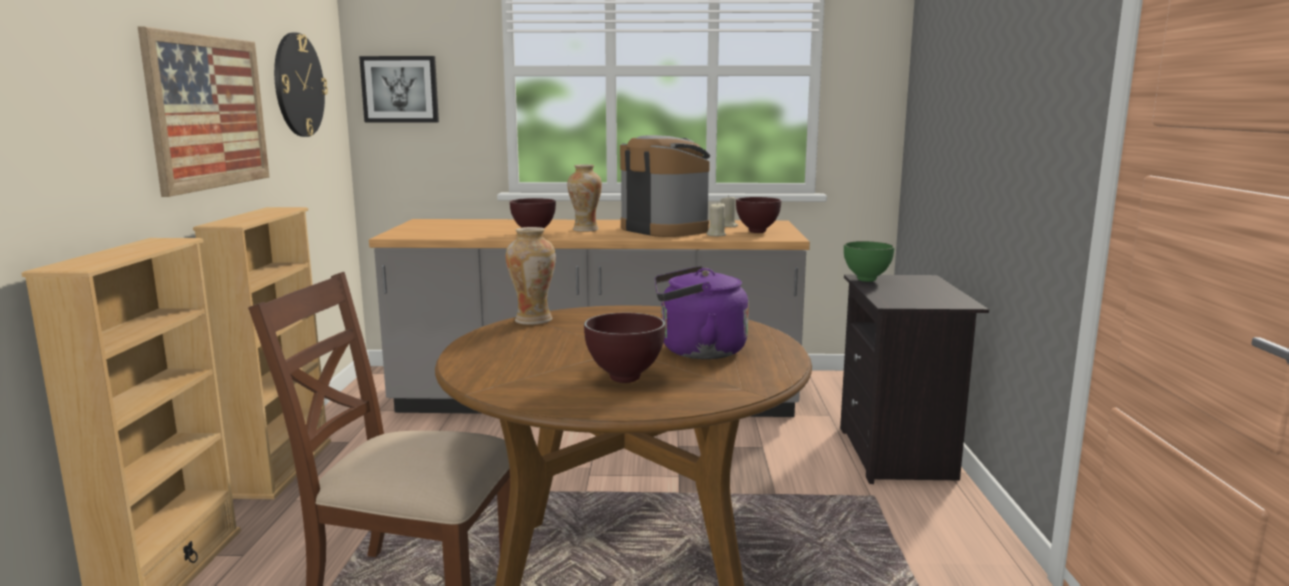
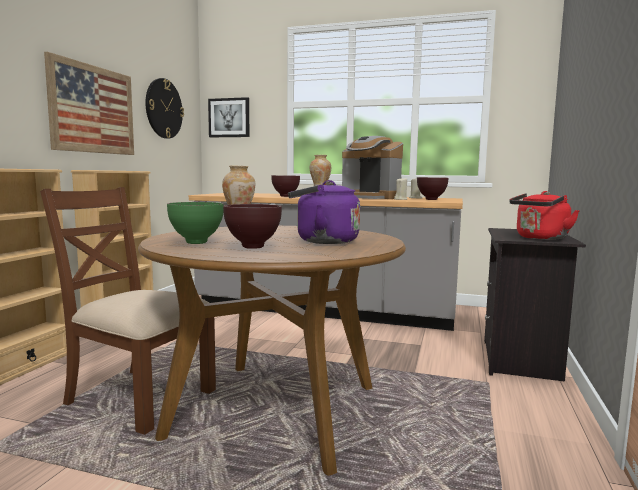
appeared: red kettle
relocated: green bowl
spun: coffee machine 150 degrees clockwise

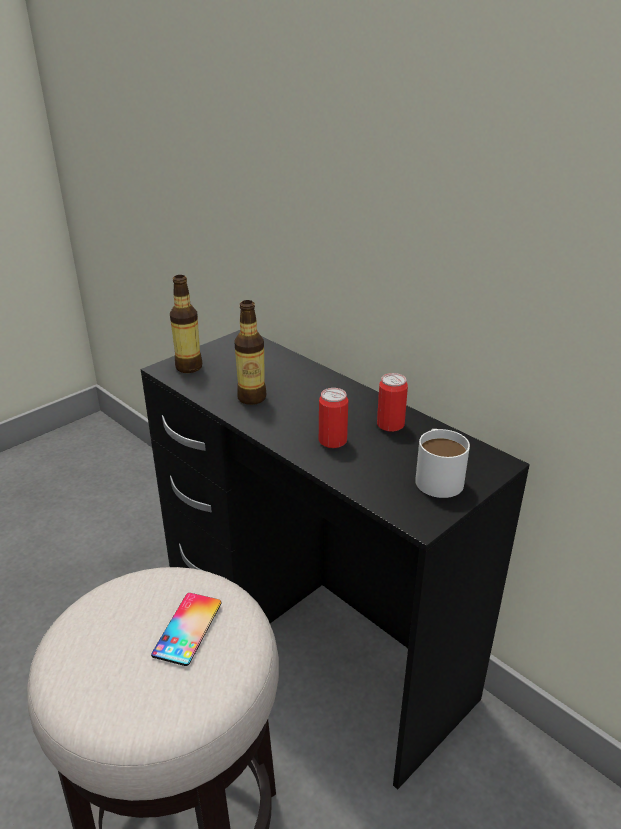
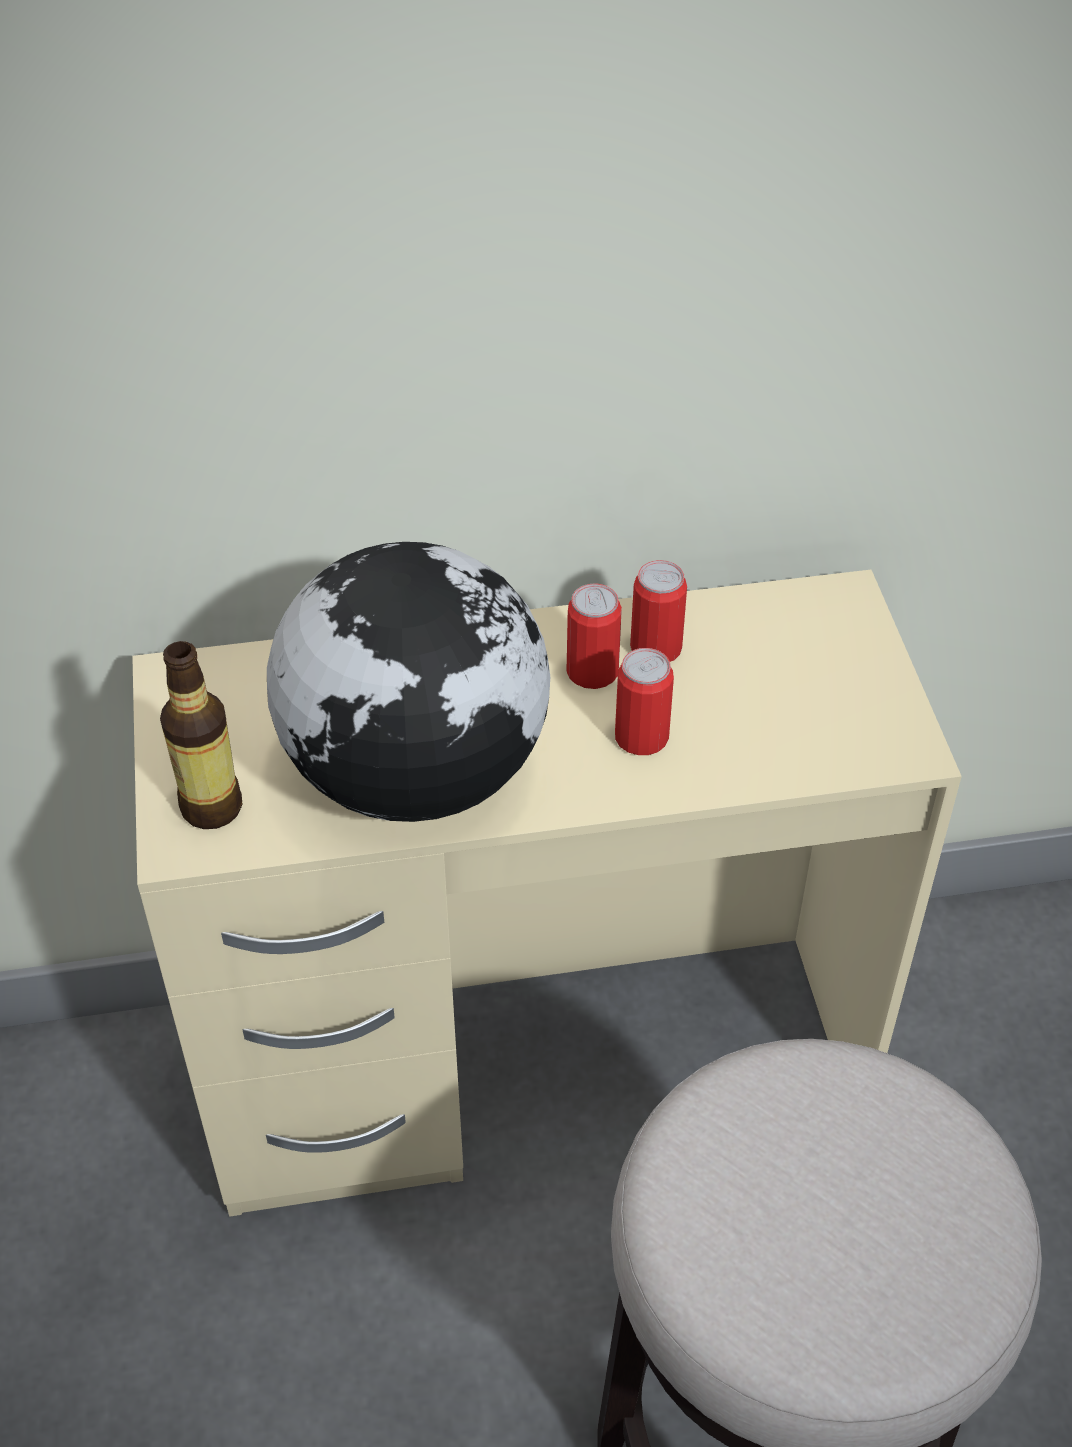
missing: phone; white mug
appeared: can (no. 1 from left)
exchanged: bottle (no. 2 from left) to globe
colour: black desk to beige desk

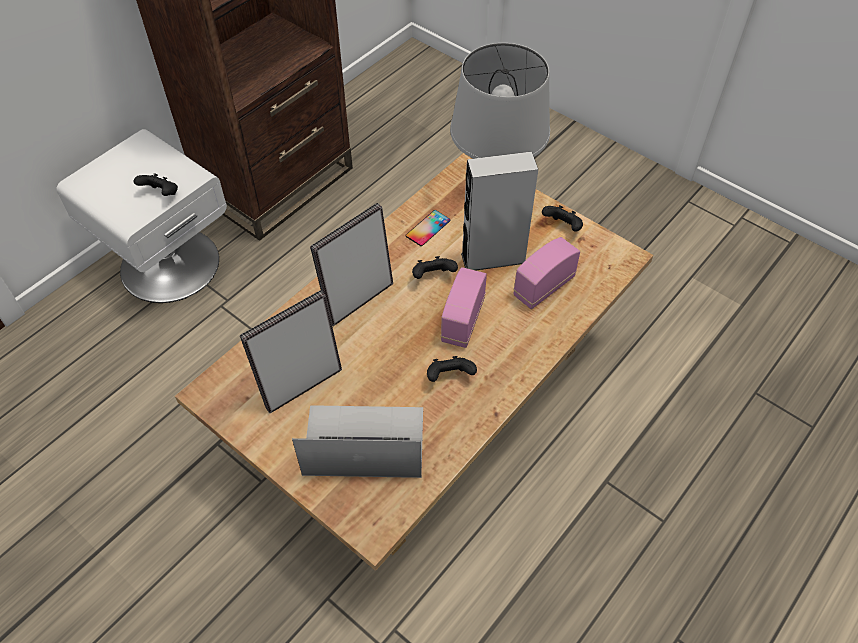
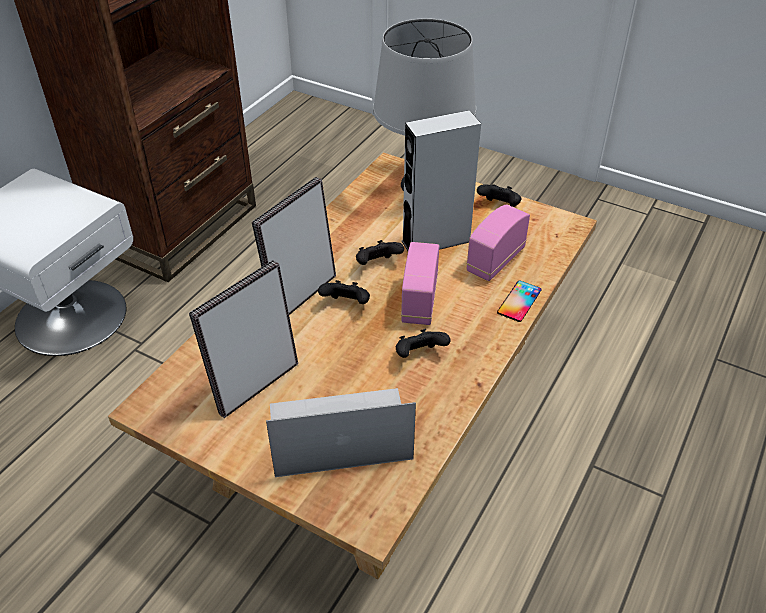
relocated: black game controller (no. 1 from left); phone

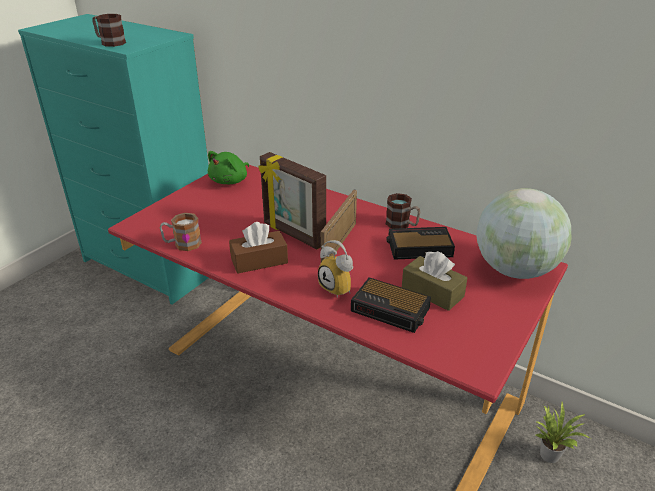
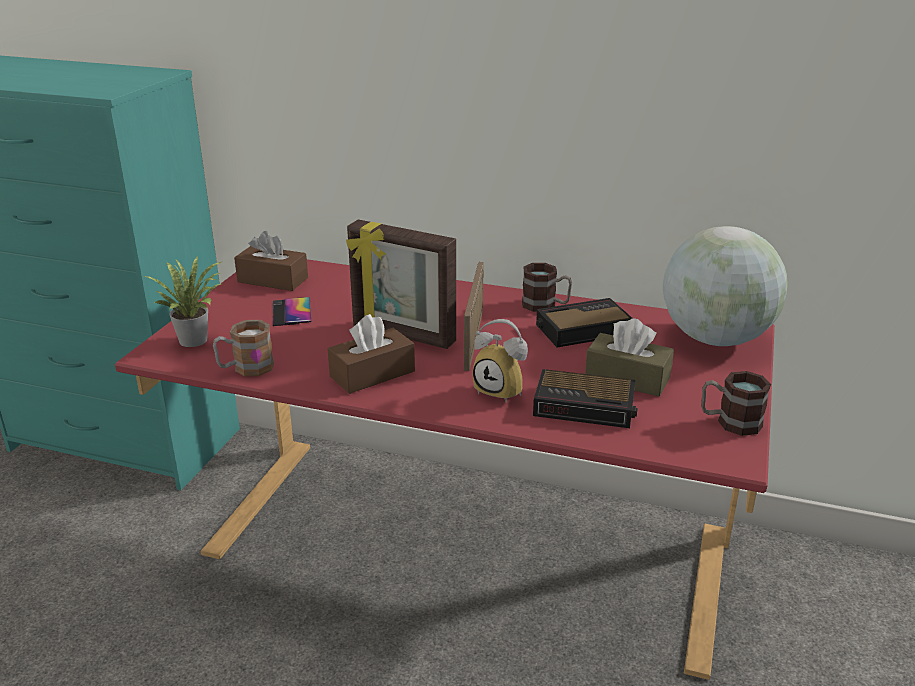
appeared: phone
relocated: mug (no. 1 from left in the first image) to mug (no. 3 from left); potted plant
exchanged: green plush toy to brown tissue box (no. 1 from left)

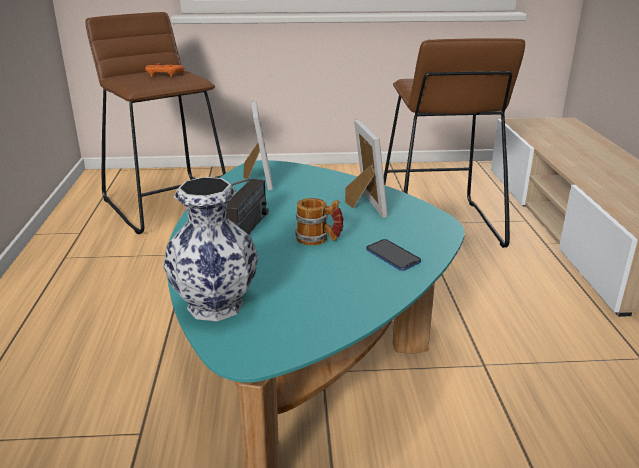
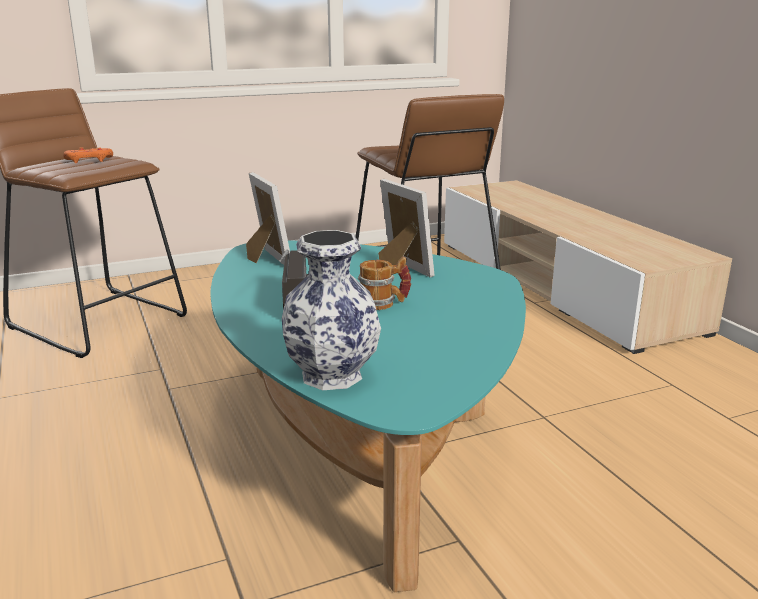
missing: phone

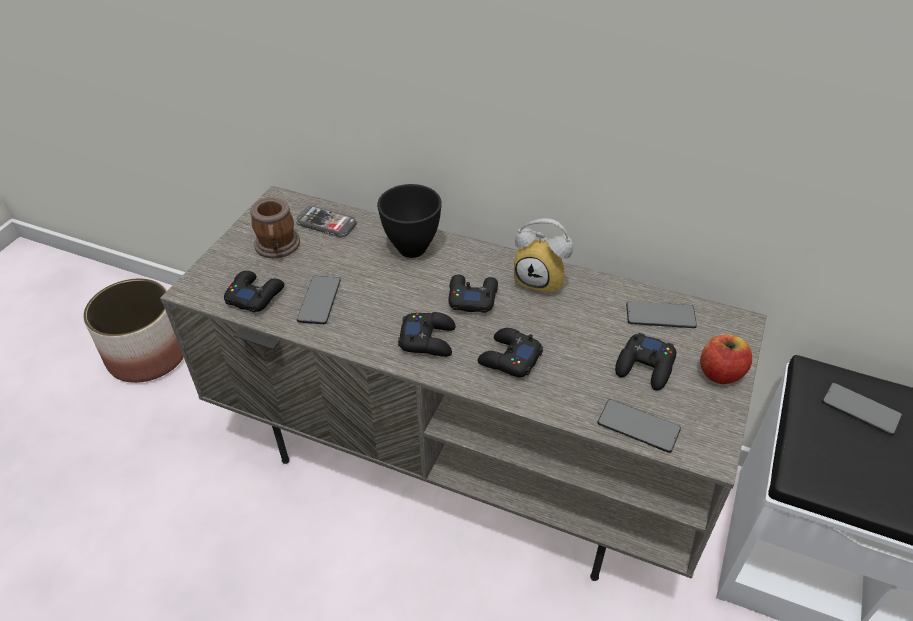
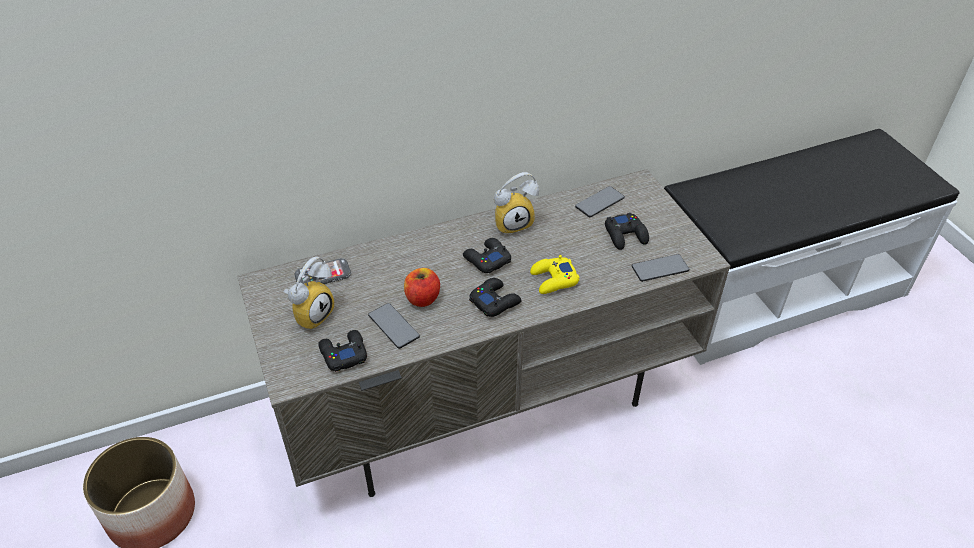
missing: black bowl; phone (no. 5 from left)
relocated: apple
exchanged: mug to alarm clock (no. 1 from left)
colour: black game controller (no. 4 from left) to yellow game controller

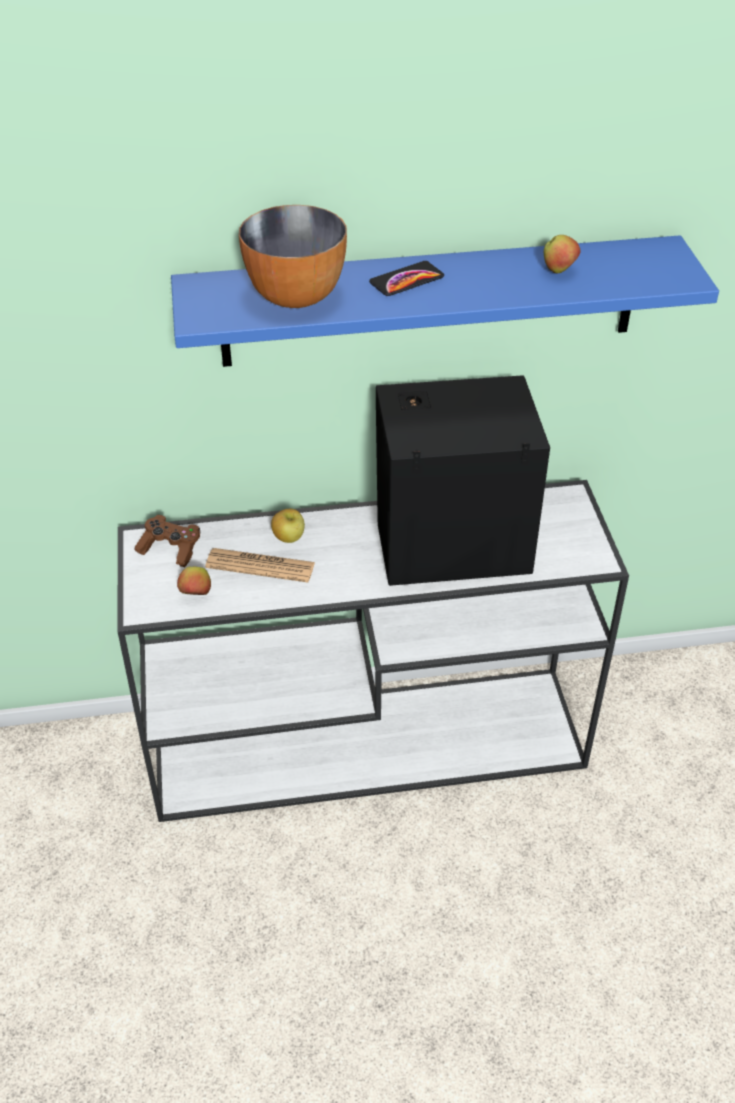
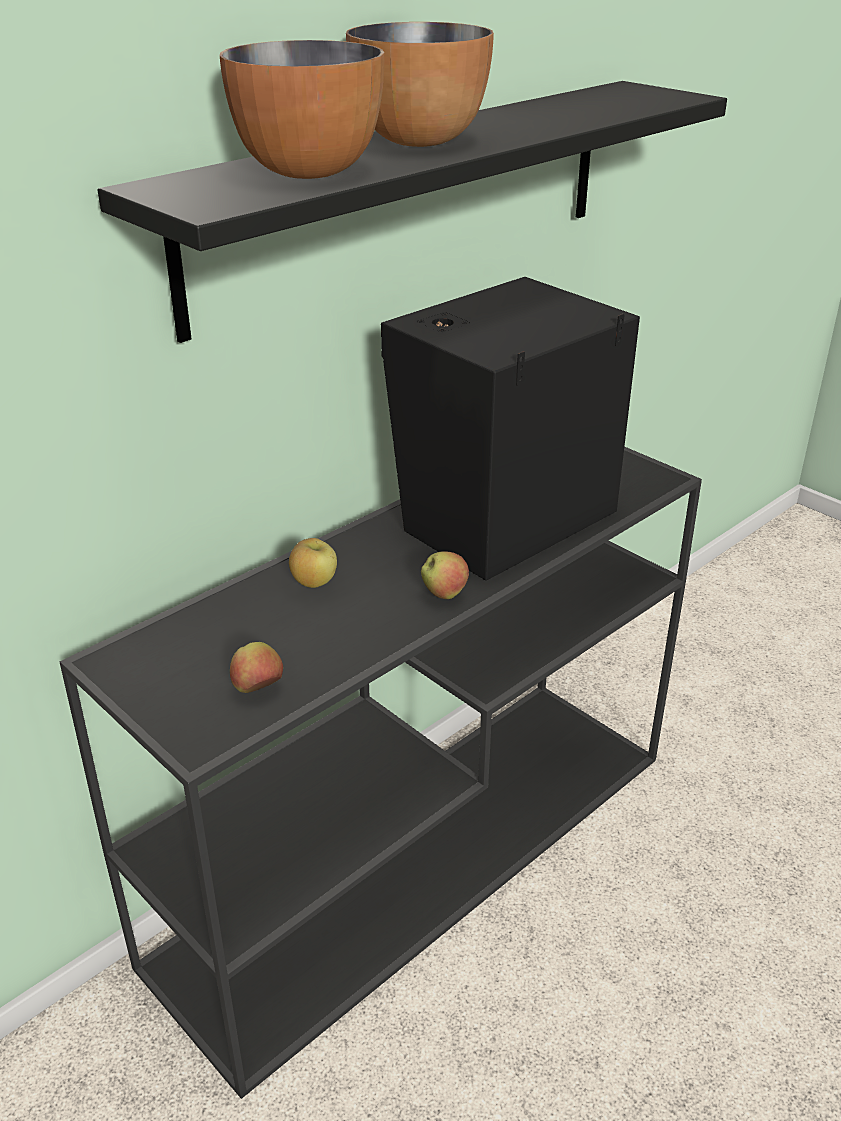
missing: brown game controller; newspaper
relocated: apple (no. 3 from left)
exchanged: phone to bowl (no. 2 from left)
colour: white console table to black console table; blue shelf to black shelf

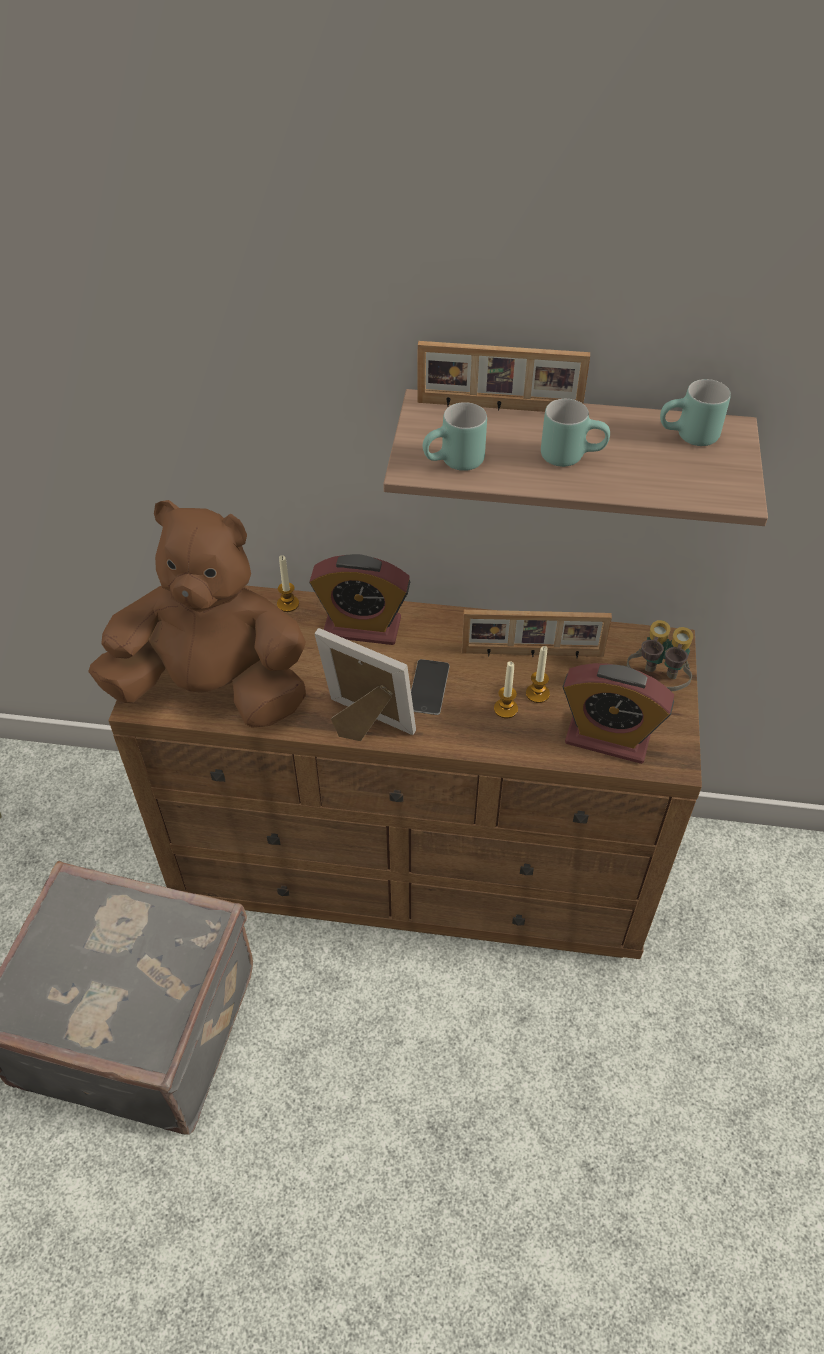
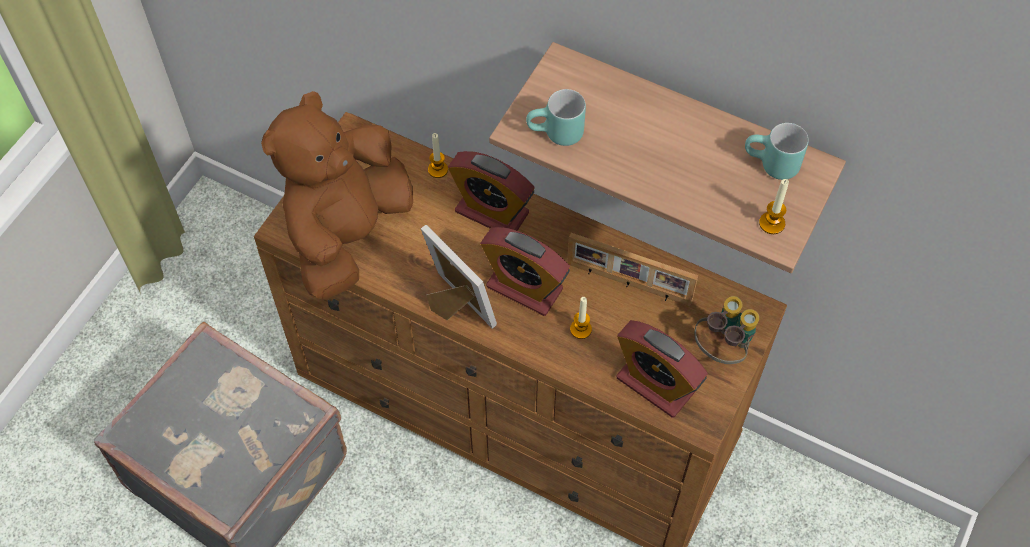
missing: picture frame (no. 2 from left); turquoise mug (no. 2 from left)
relocated: candle (no. 3 from left)
exchanged: phone to alarm clock (no. 2 from left)
spun: brown plush toy 90 degrees counterclockwise

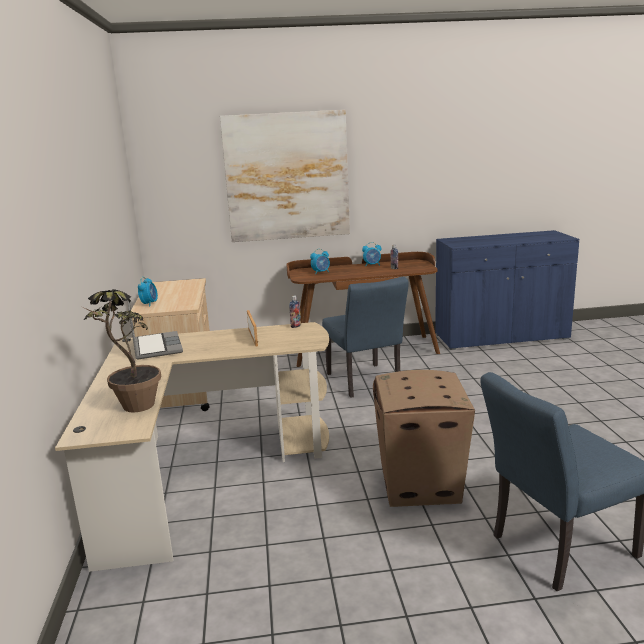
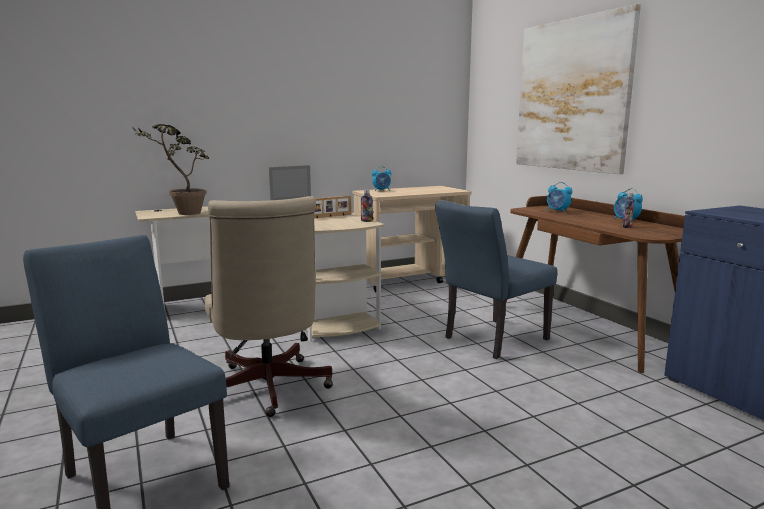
exchanged: cardboard box to beige office chair

